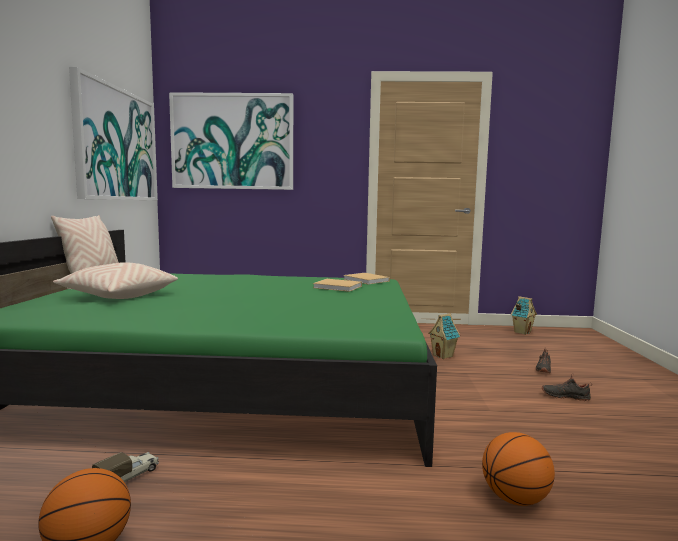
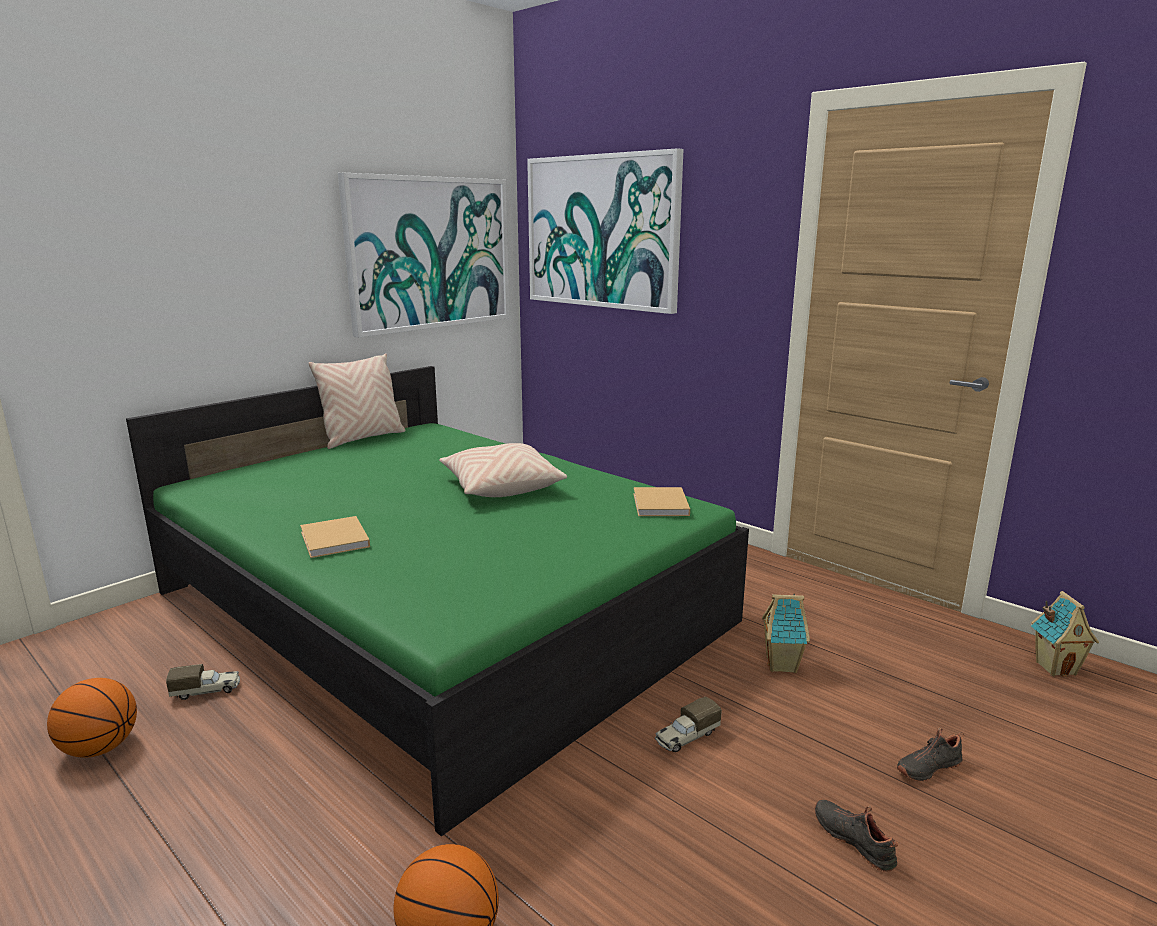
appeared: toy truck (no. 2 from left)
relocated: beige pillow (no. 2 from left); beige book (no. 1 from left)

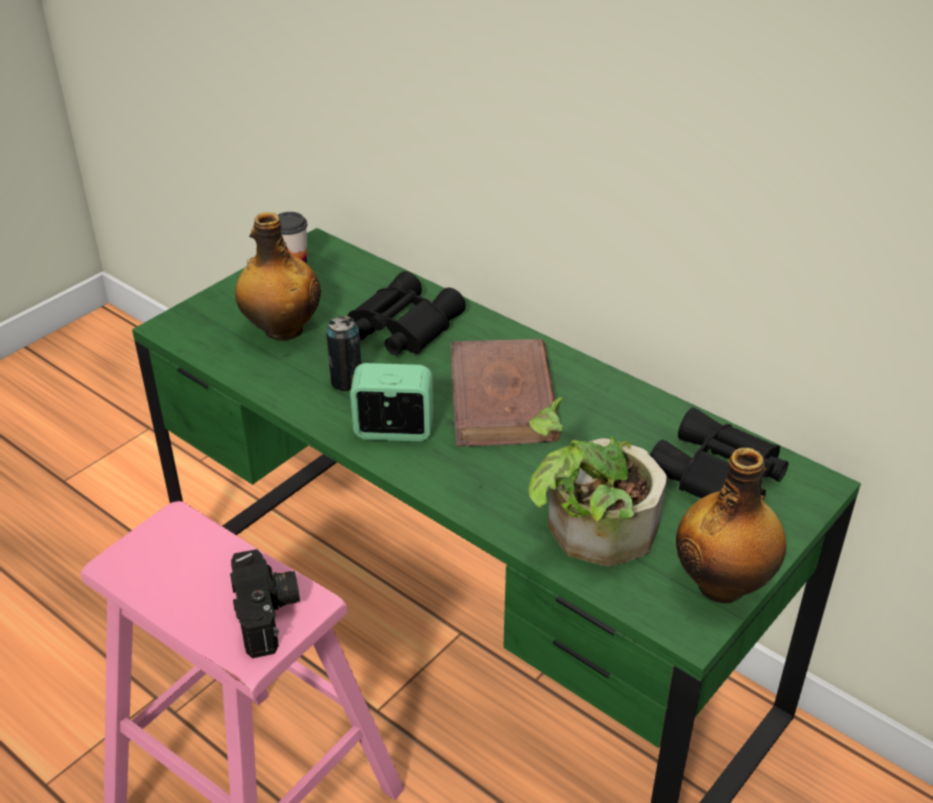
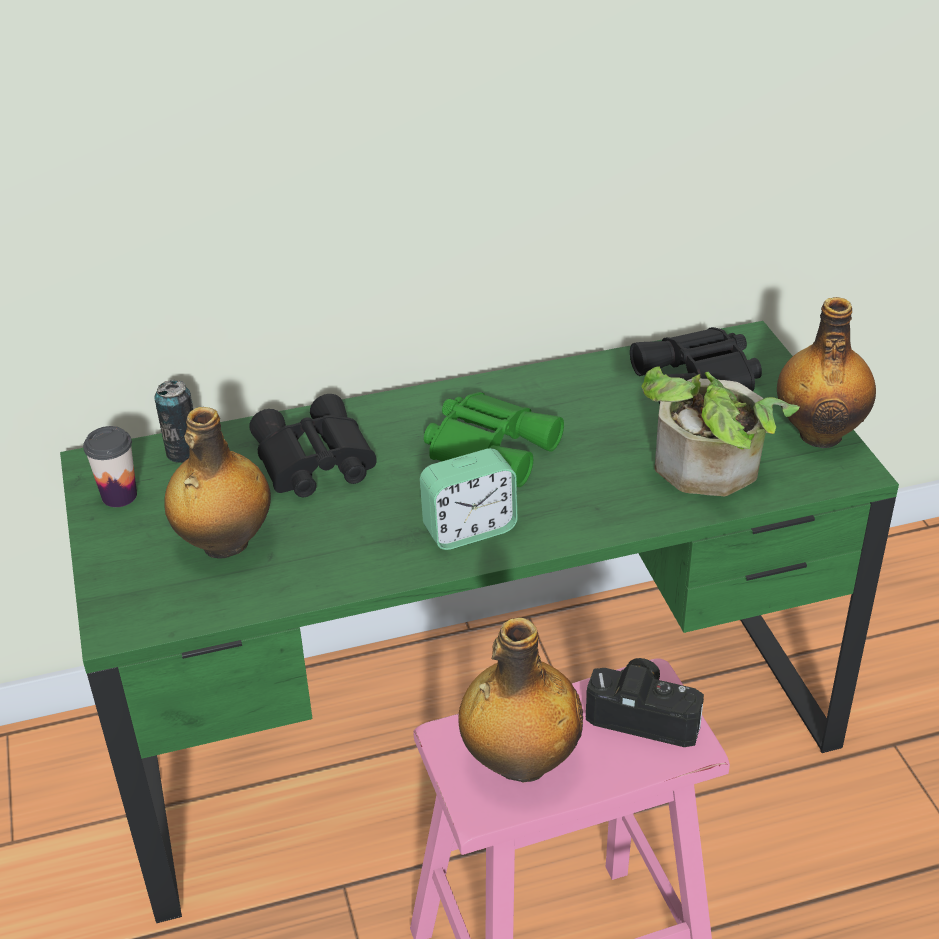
appeared: bottle (no. 2 from left)
relocated: can
exchanged: brown book to green binoculars
spun: alarm clock 150 degrees counterclockwise

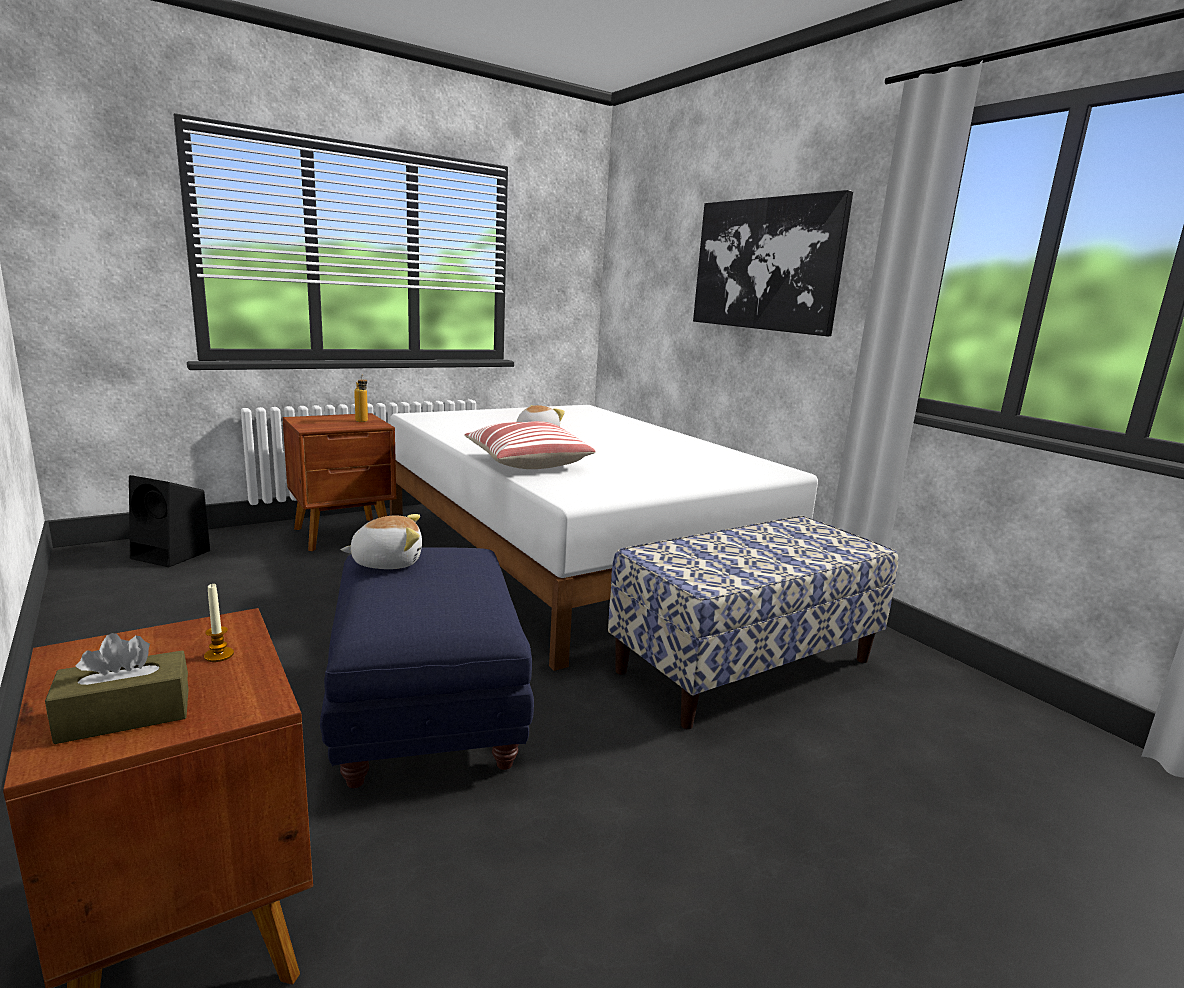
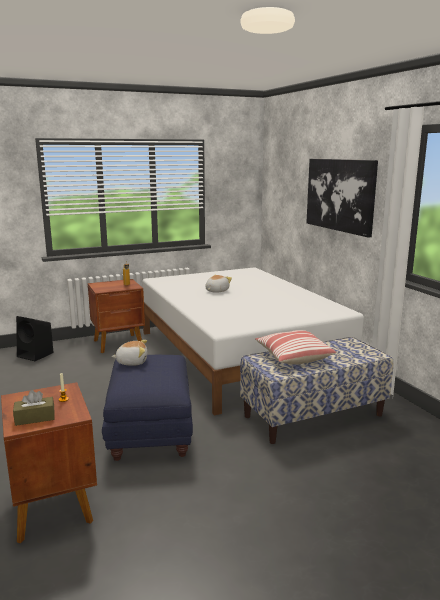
relocated: pillow

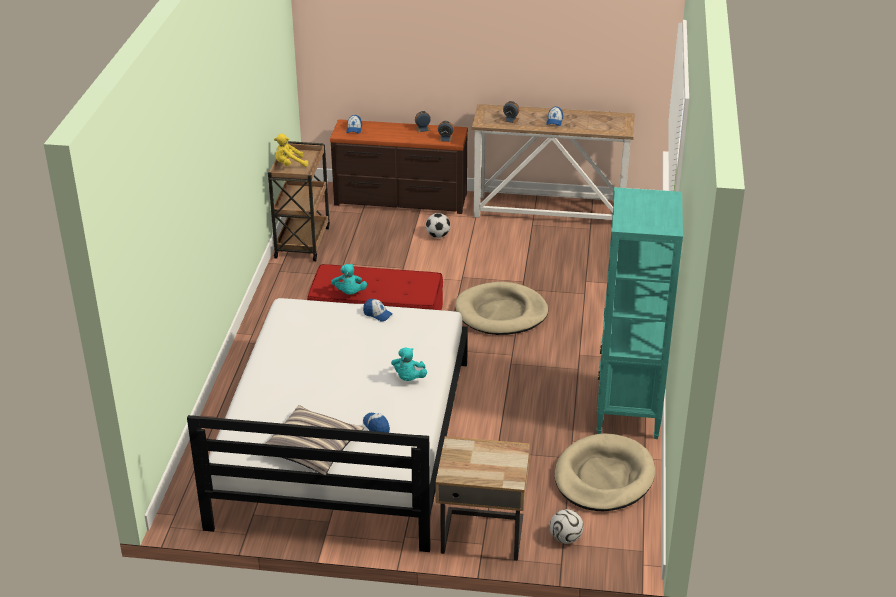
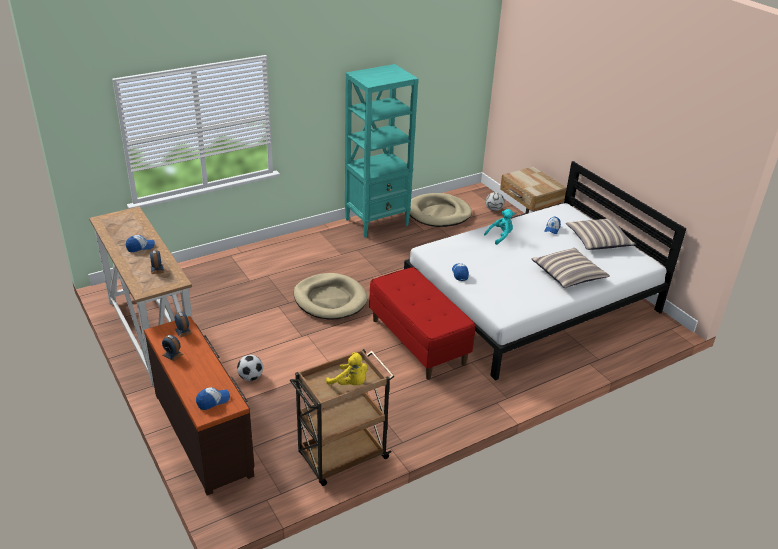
missing: turquoise plush toy (no. 1 from left)
appeared: pillow (no. 1 from left)

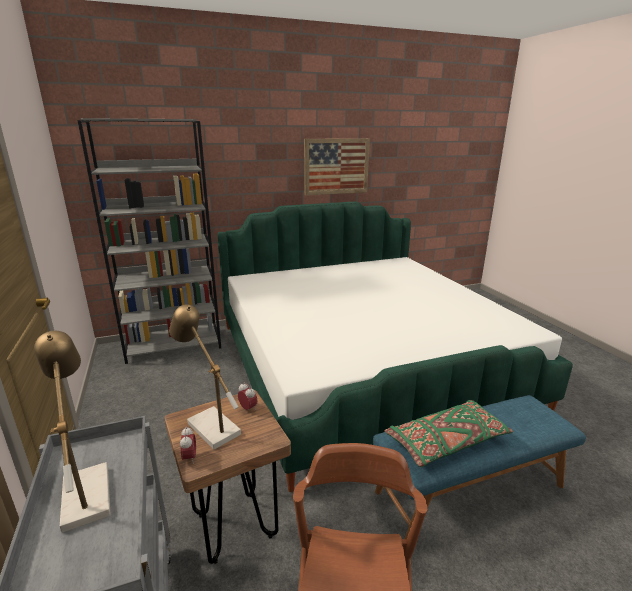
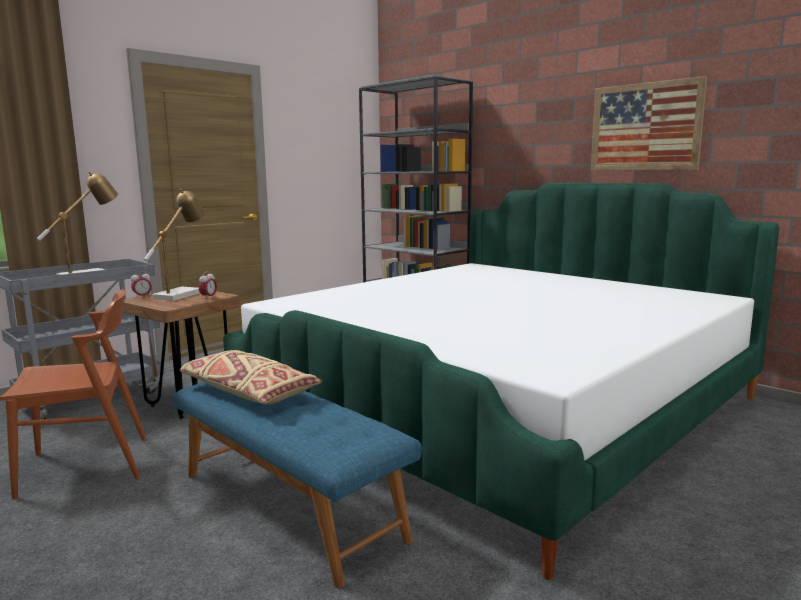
colour: green pillow to beige pillow

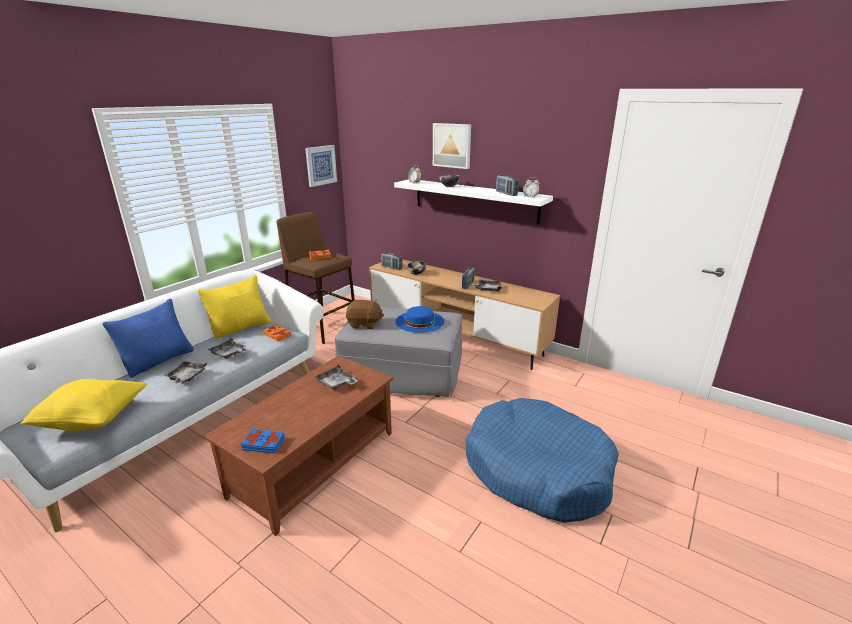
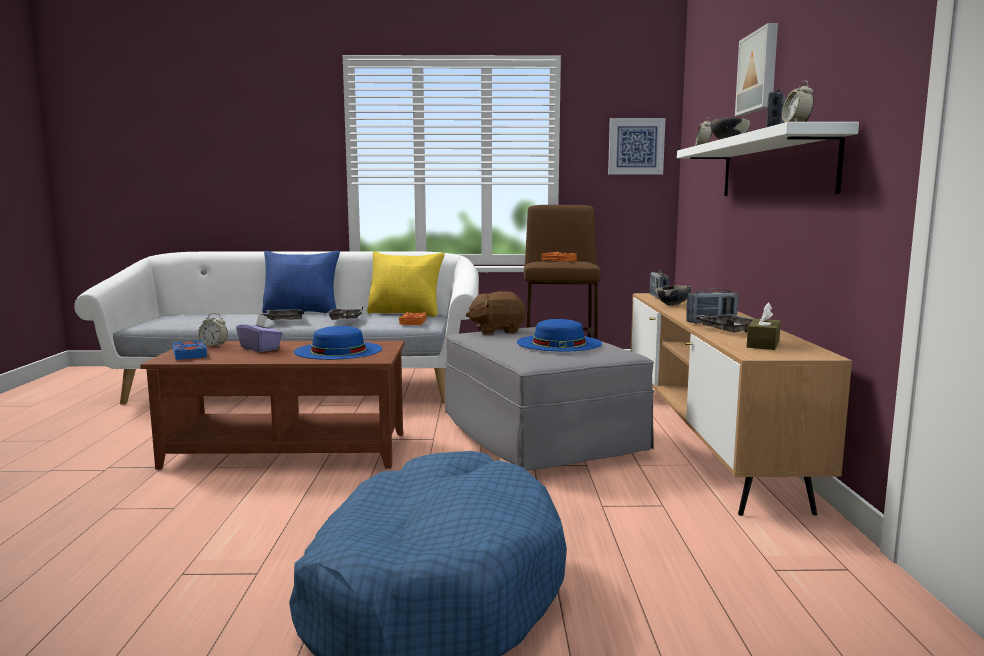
missing: yellow pillow (no. 1 from left)
appeared: alarm clock (no. 1 from left); purple tissue box; brown tissue box
exchanged: grey tray (no. 3 from left) to blue hat (no. 1 from left)
spun: brown plush toy 105 degrees clockwise

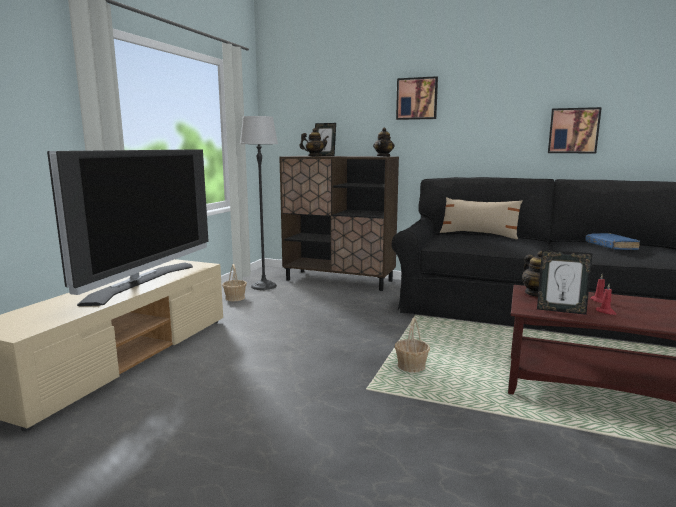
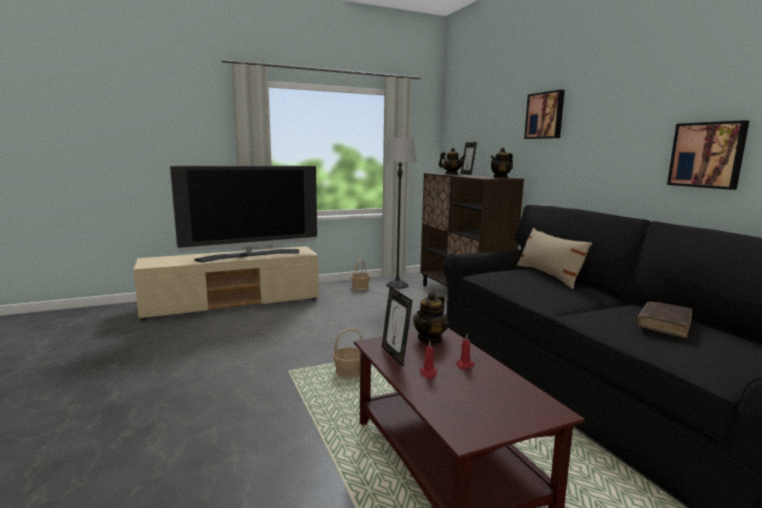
colour: blue book to brown book

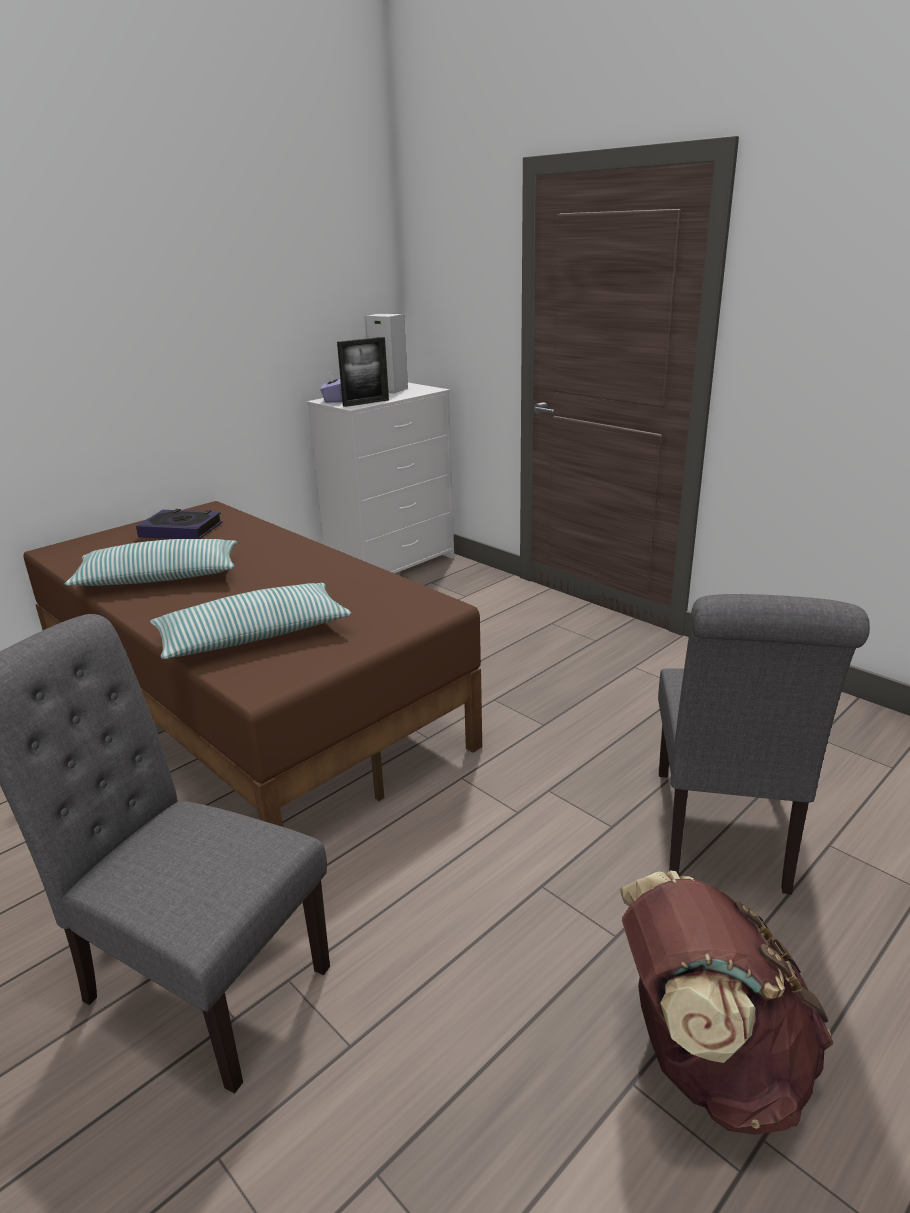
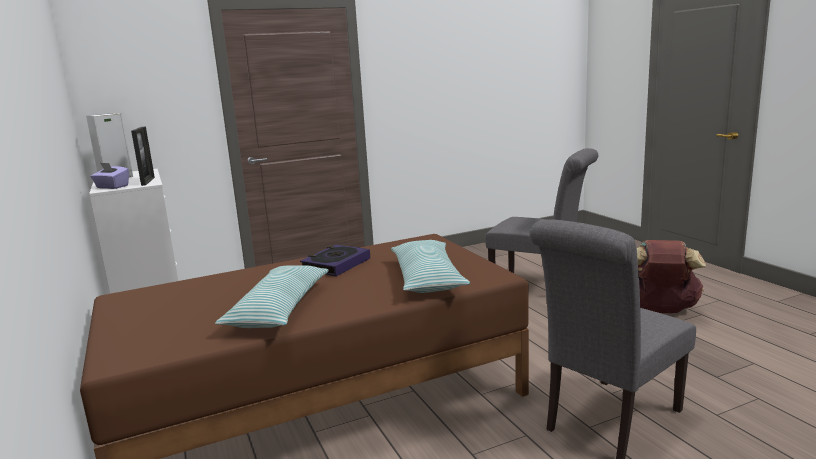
relocated: book

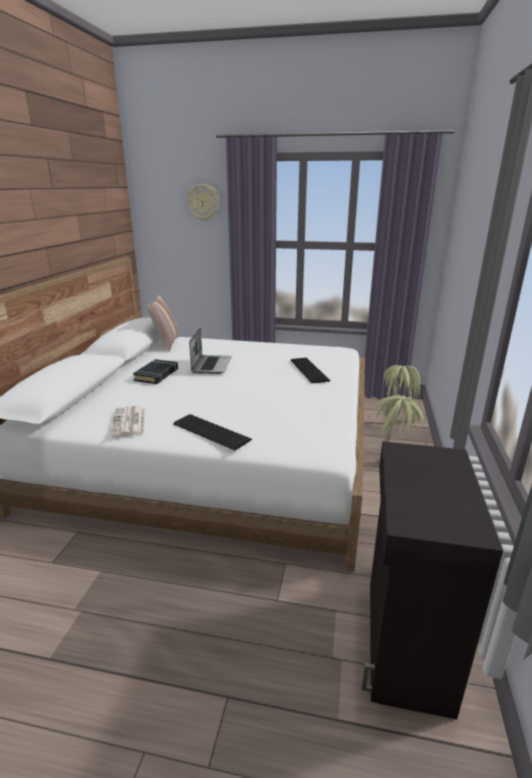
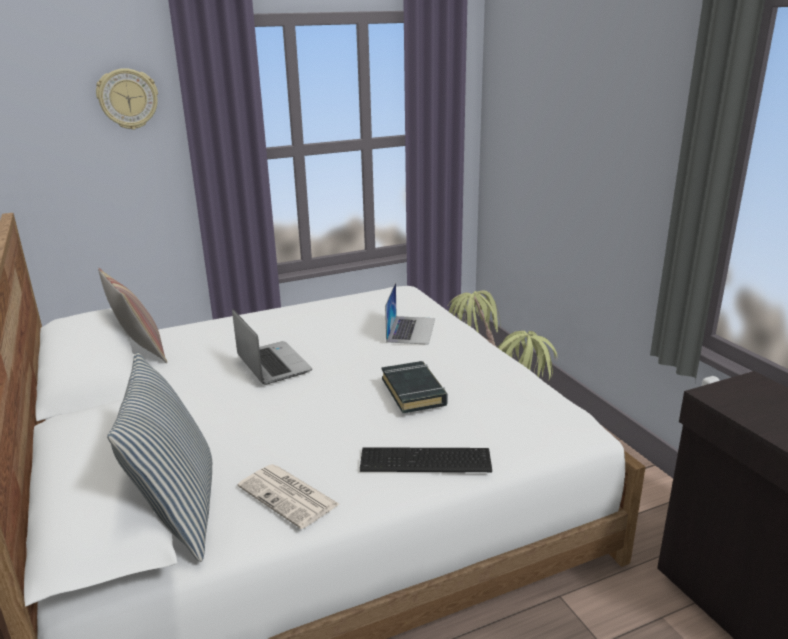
appeared: pillow (no. 2 from left)
relocated: black book
exchanged: keyboard (no. 2 from left) to laptop (no. 2 from left)

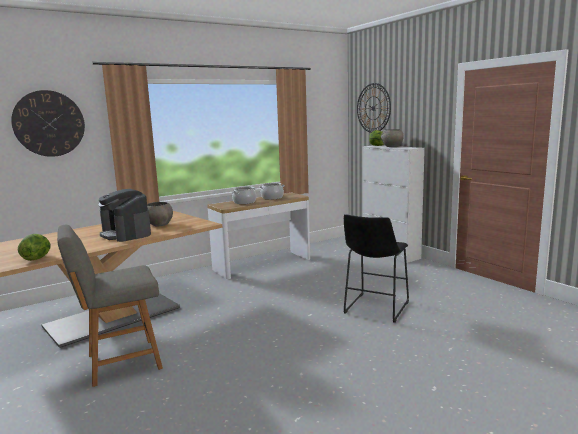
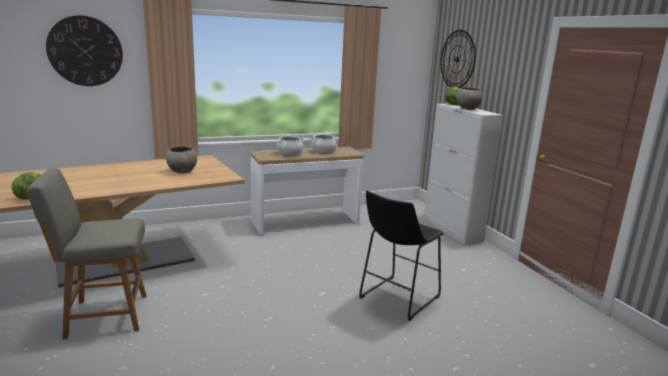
missing: coffee machine

